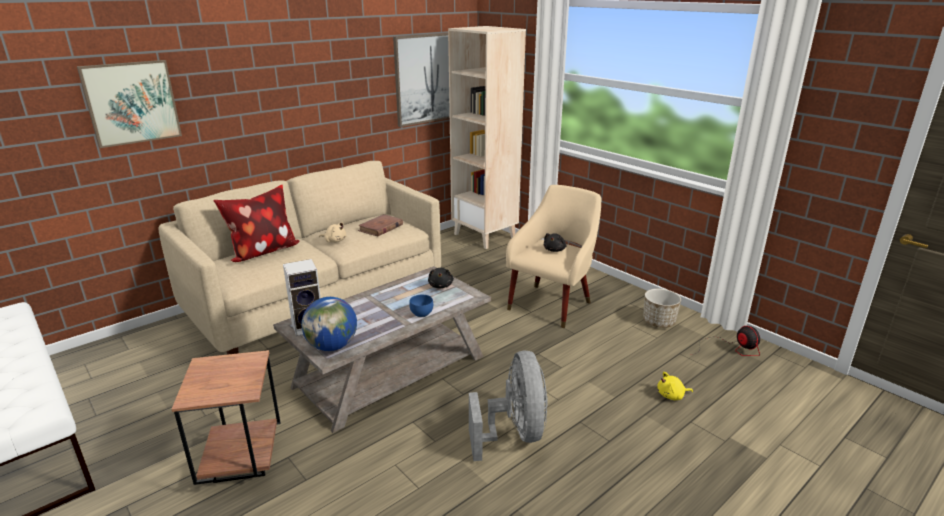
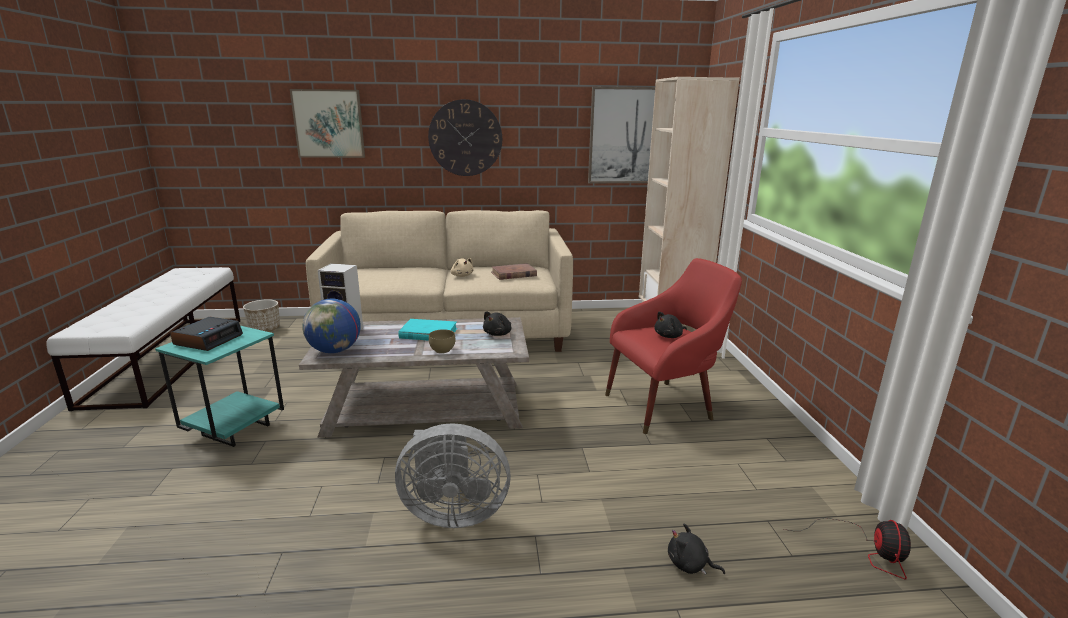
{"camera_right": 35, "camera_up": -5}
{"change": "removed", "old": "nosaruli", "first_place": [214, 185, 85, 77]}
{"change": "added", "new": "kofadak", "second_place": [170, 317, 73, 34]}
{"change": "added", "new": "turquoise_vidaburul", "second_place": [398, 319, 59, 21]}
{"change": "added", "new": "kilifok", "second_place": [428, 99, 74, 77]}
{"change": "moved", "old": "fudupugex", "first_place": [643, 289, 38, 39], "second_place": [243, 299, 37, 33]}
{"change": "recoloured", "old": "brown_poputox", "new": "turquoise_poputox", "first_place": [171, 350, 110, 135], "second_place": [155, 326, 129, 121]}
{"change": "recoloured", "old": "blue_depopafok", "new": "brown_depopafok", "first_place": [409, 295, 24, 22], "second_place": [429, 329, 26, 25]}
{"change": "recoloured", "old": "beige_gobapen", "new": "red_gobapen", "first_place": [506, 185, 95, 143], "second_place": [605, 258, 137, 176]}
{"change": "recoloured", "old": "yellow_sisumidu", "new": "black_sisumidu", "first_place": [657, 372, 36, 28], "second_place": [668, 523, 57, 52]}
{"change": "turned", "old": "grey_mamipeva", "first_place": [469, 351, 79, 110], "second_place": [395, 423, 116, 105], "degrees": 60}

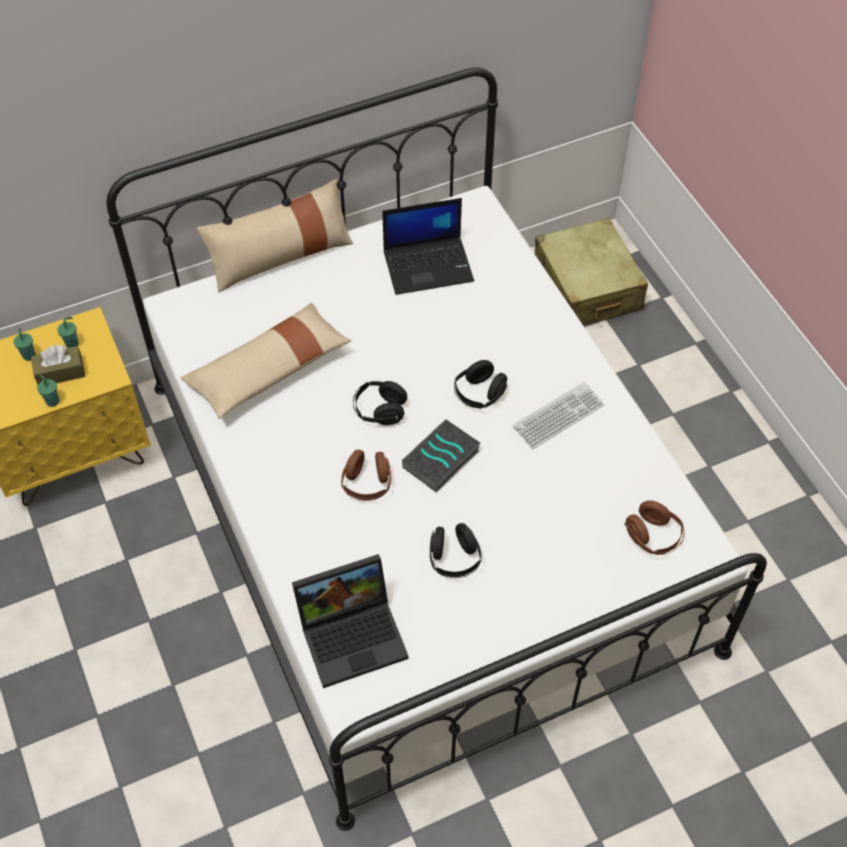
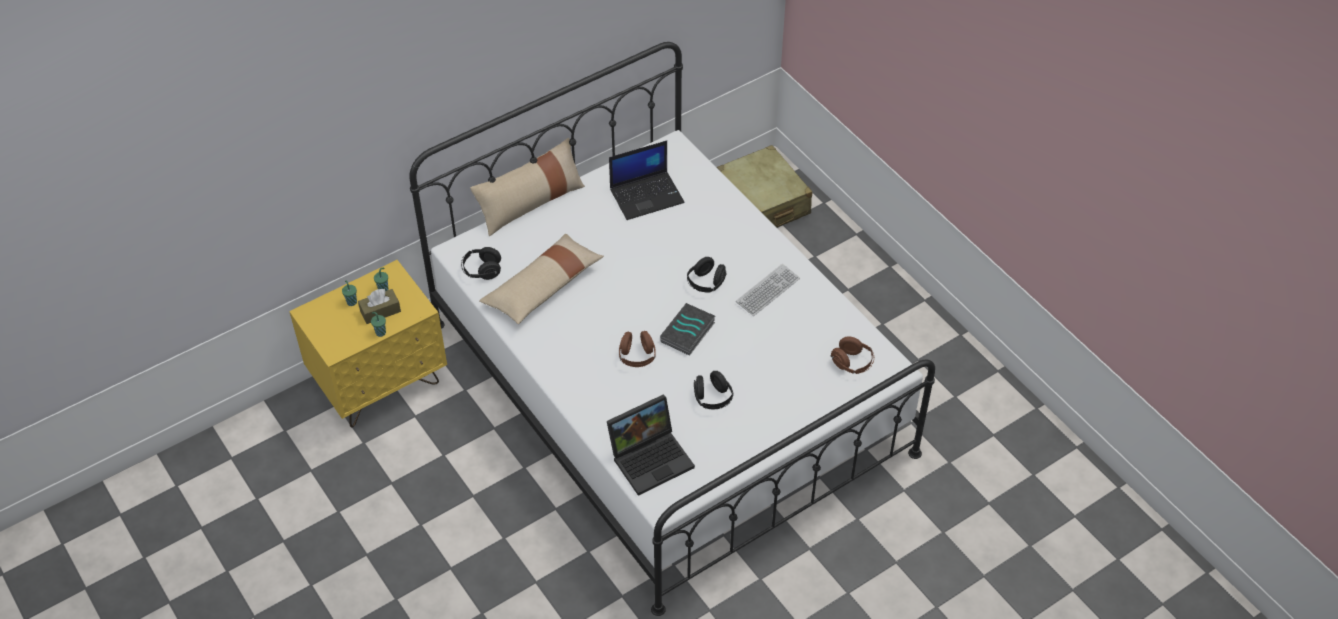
{"camera_right": -10, "camera_up": -5}
{"change": "moved", "old": "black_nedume", "first_place": [353, 381, 54, 44], "second_place": [461, 247, 40, 33]}

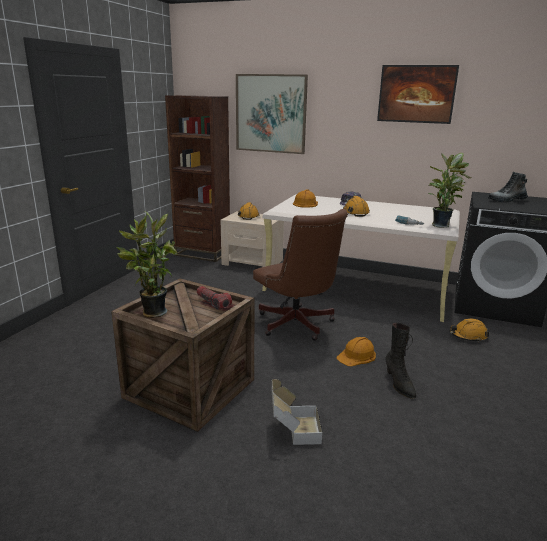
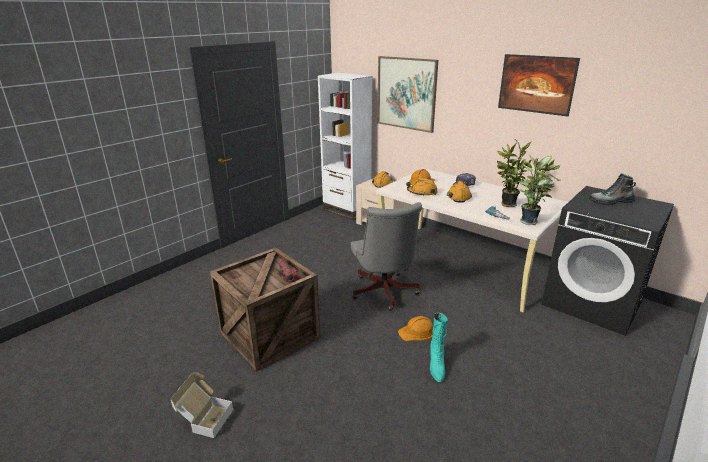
{"camera_right": 20, "camera_up": 5}
{"change": "moved", "old": "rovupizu", "first_place": [116, 212, 61, 106], "second_place": [497, 140, 35, 67]}
{"change": "moved", "old": "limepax", "first_place": [272, 379, 50, 66], "second_place": [171, 372, 62, 66]}
{"change": "moved", "old": "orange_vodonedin", "first_place": [449, 318, 40, 24], "second_place": [406, 178, 32, 18]}
{"change": "recoloured", "old": "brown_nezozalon", "new": "white_nezozalon", "first_place": [165, 95, 65, 167], "second_place": [318, 72, 54, 148]}
{"change": "recoloured", "old": "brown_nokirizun", "new": "grey_nokirizun", "first_place": [253, 209, 95, 132], "second_place": [351, 202, 71, 109]}
{"change": "recoloured", "old": "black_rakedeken", "new": "turquoise_rakedeken", "first_place": [386, 322, 30, 77], "second_place": [430, 313, 17, 69]}

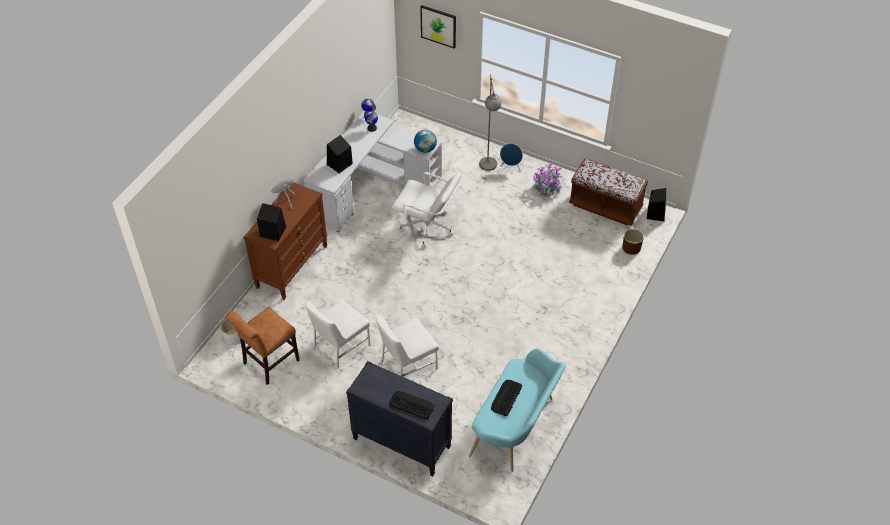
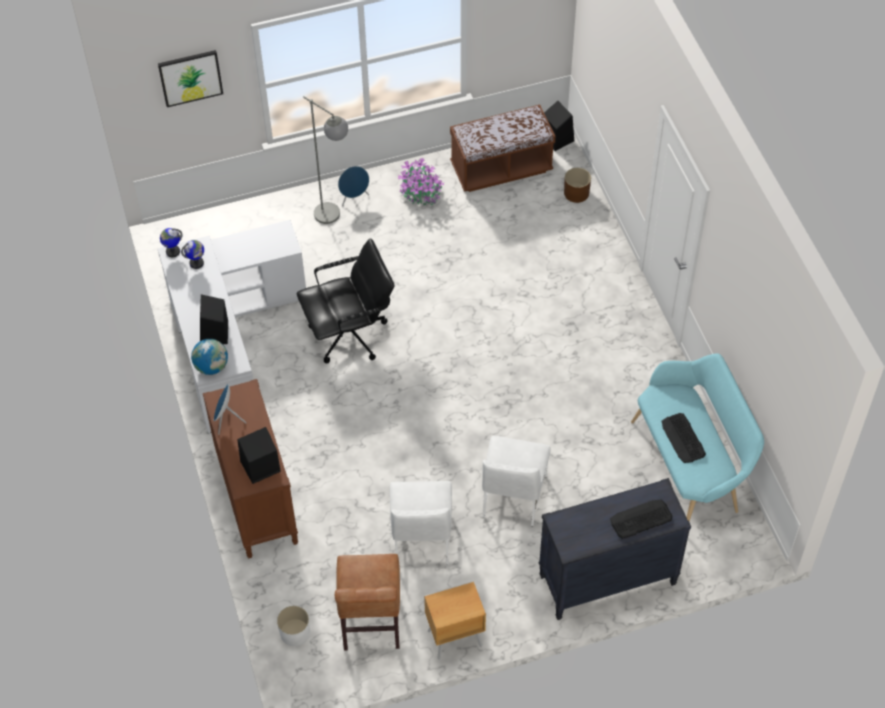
{"camera_right": -45, "camera_up": 5}
{"change": "added", "new": "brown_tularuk", "second_place": [424, 581, 62, 79]}
{"change": "moved", "old": "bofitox", "first_place": [414, 130, 23, 23], "second_place": [191, 339, 37, 36]}
{"change": "recoloured", "old": "white_nokirizun", "new": "black_nokirizun", "first_place": [392, 172, 69, 75], "second_place": [297, 238, 98, 125]}

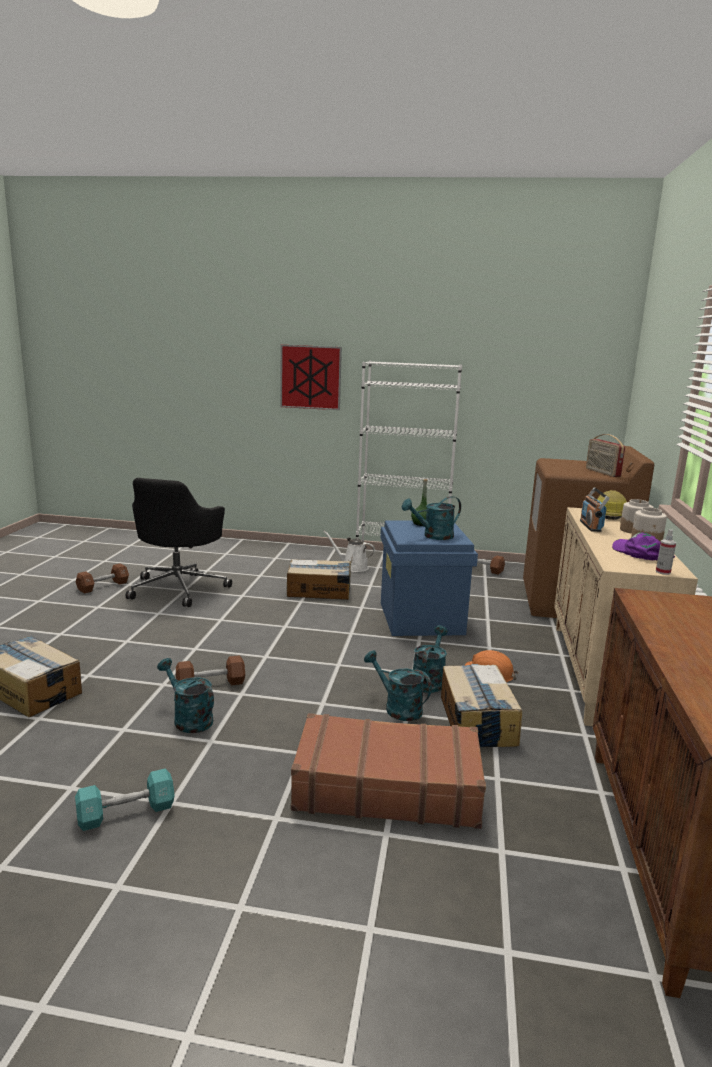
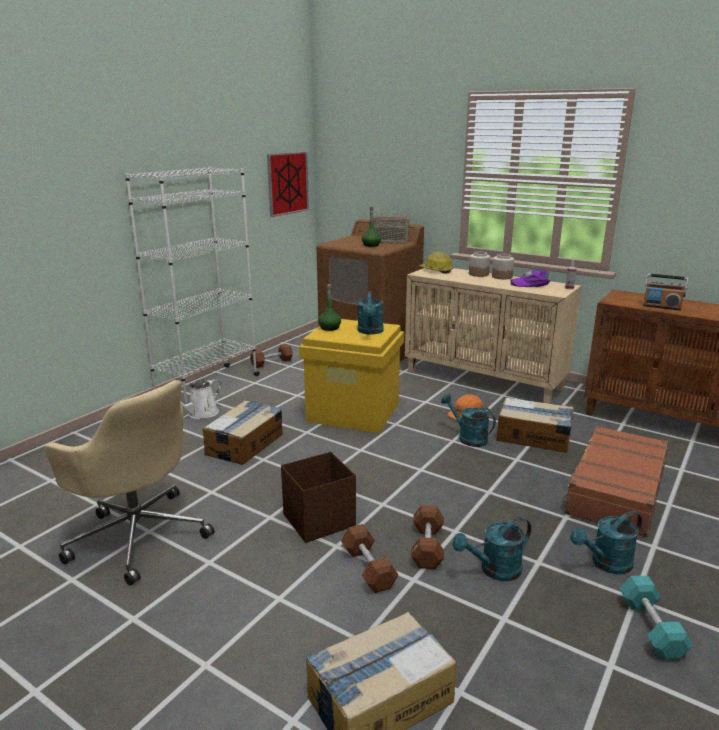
{"camera_right": -65, "camera_up": 5}
{"change": "added", "new": "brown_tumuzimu", "second_place": [281, 452, 75, 91]}
{"change": "added", "new": "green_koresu", "second_place": [362, 207, 19, 40]}
{"change": "moved", "old": "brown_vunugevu", "first_place": [76, 563, 53, 31], "second_place": [341, 524, 57, 69]}
{"change": "moved", "old": "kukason", "first_place": [280, 345, 62, 65], "second_place": [267, 152, 42, 65]}
{"change": "moved", "old": "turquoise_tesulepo", "first_place": [364, 650, 68, 71], "second_place": [570, 511, 72, 63]}
{"change": "moved", "old": "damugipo", "first_place": [580, 487, 30, 45], "second_place": [643, 274, 46, 36]}
{"change": "recoloured", "old": "black_nokirizun", "new": "beige_nokirizun", "first_place": [126, 478, 106, 129], "second_place": [44, 380, 170, 206]}
{"change": "recoloured", "old": "blue_tumuzimu", "new": "yellow_tumuzimu", "first_place": [380, 520, 98, 116], "second_place": [299, 319, 105, 114]}

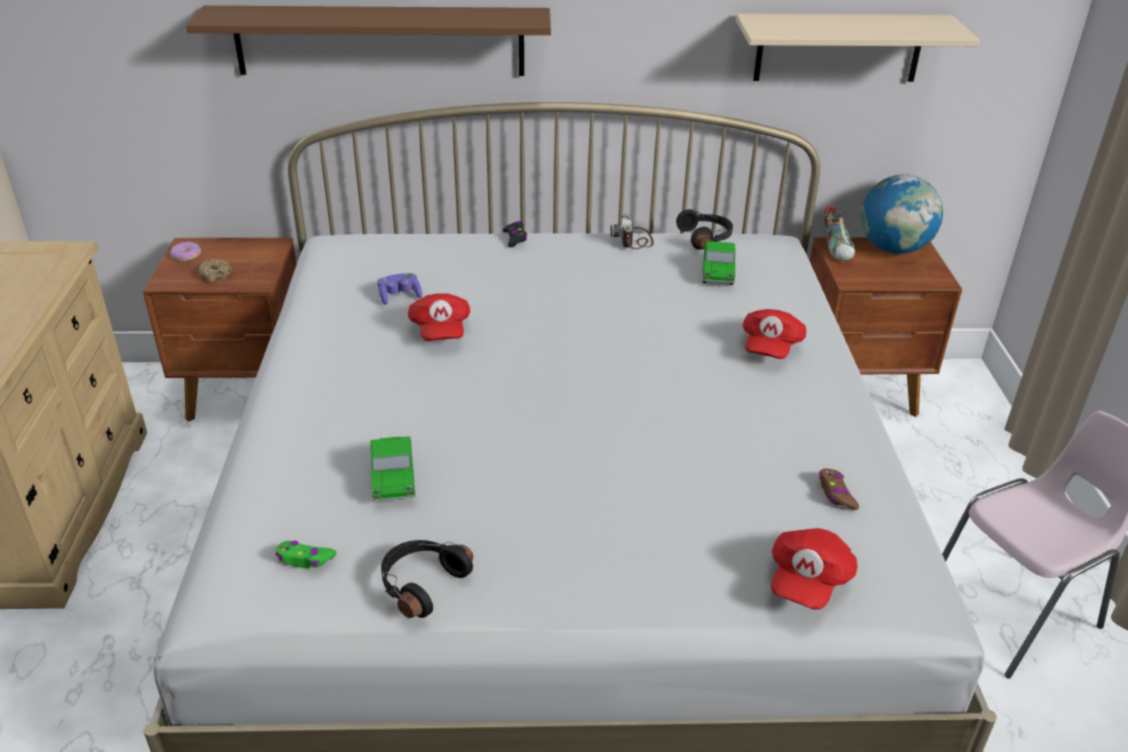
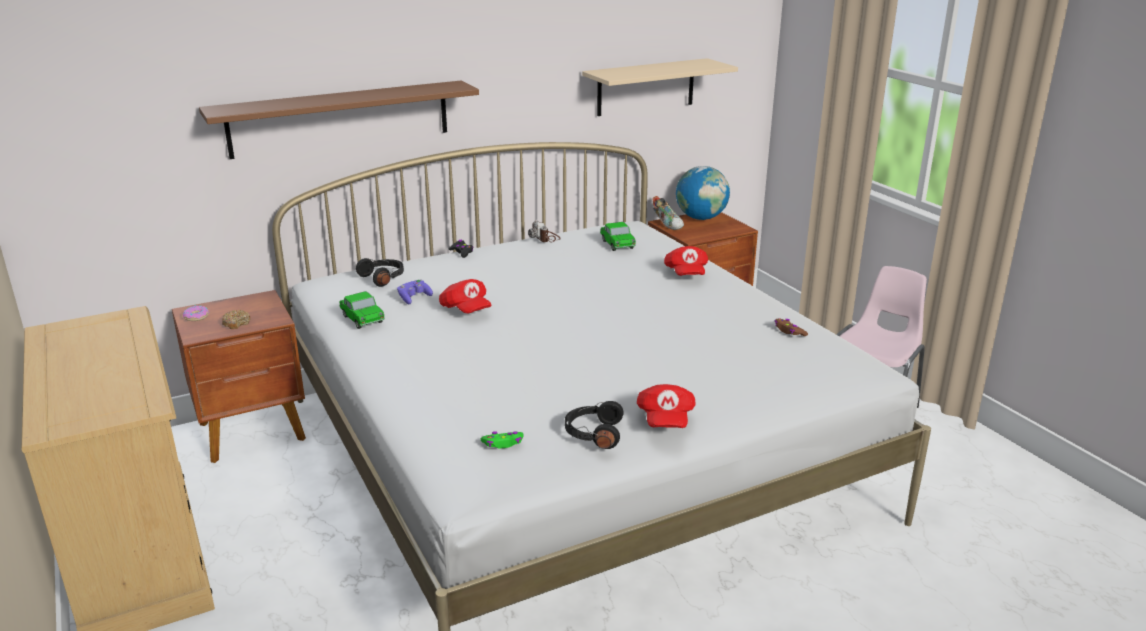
{"camera_right": -25, "camera_up": -10}
{"change": "moved", "old": "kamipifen", "first_place": [370, 436, 45, 65], "second_place": [340, 291, 45, 38]}
{"change": "moved", "old": "black_nedume", "first_place": [676, 209, 57, 41], "second_place": [356, 258, 48, 29]}
{"change": "moved", "old": "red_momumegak", "first_place": [771, 528, 87, 82], "second_place": [637, 384, 59, 44]}

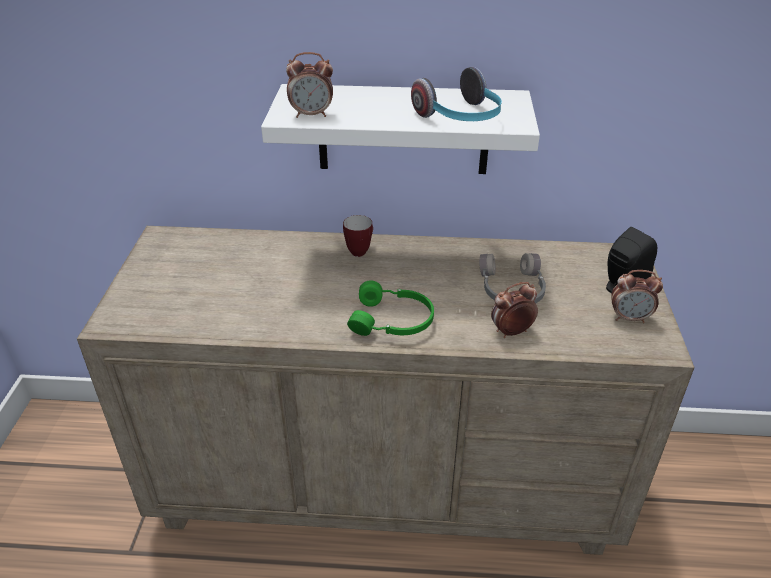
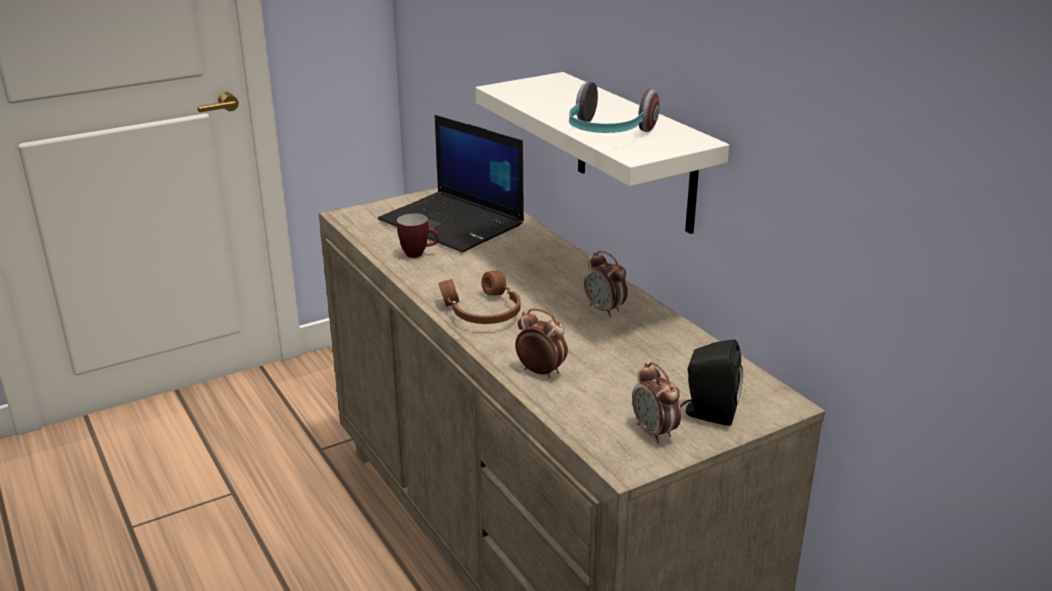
{"camera_right": 55, "camera_up": -10}
{"change": "removed", "old": "grey_nedume", "first_place": [479, 253, 67, 50]}
{"change": "added", "new": "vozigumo", "second_place": [378, 115, 146, 137]}
{"change": "moved", "old": "kofadak", "first_place": [286, 52, 47, 66], "second_place": [584, 250, 44, 67]}
{"change": "moved", "old": "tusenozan", "first_place": [343, 215, 30, 42], "second_place": [397, 213, 42, 45]}
{"change": "recoloured", "old": "green_nedume", "new": "brown_nedume", "first_place": [347, 280, 87, 56], "second_place": [439, 270, 82, 54]}

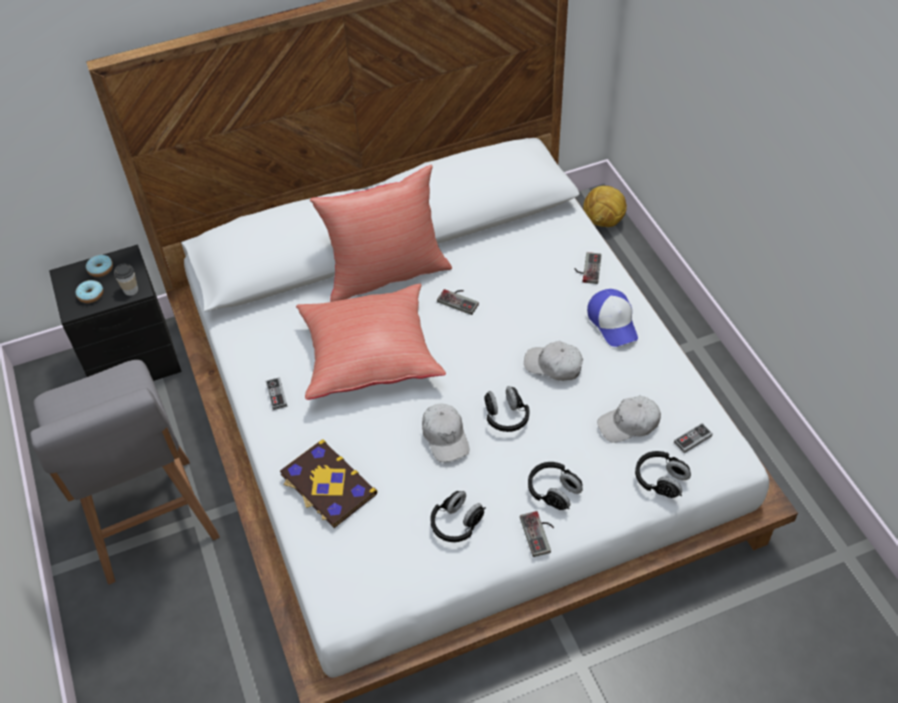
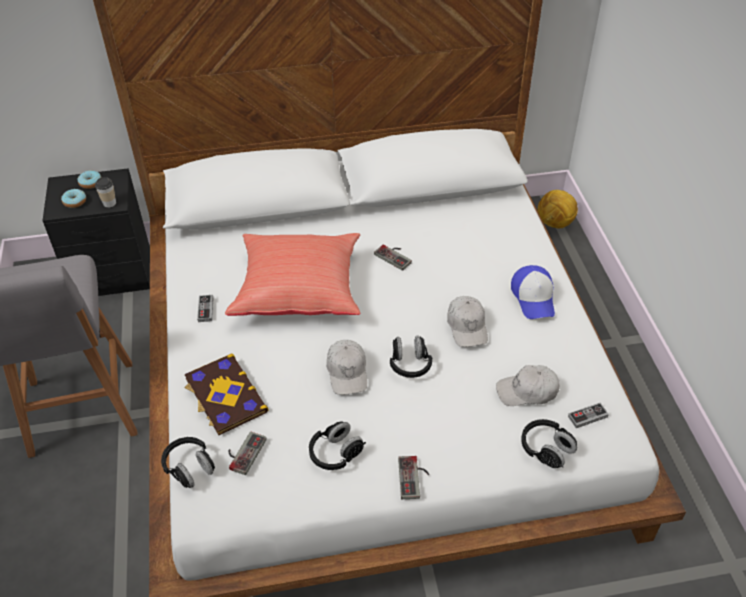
{"camera_right": 10, "camera_up": -5}
{"change": "removed", "old": "red_nosaruli", "first_place": [310, 165, 142, 137]}
{"change": "moved", "old": "black_nedume", "first_place": [528, 462, 55, 48], "second_place": [161, 437, 54, 51]}
{"change": "moved", "old": "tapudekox", "first_place": [575, 252, 27, 32], "second_place": [229, 431, 38, 44]}
{"change": "turned", "old": "white_momumegak", "first_place": [524, 341, 59, 40], "second_place": [447, 296, 41, 51], "degrees": -135}

